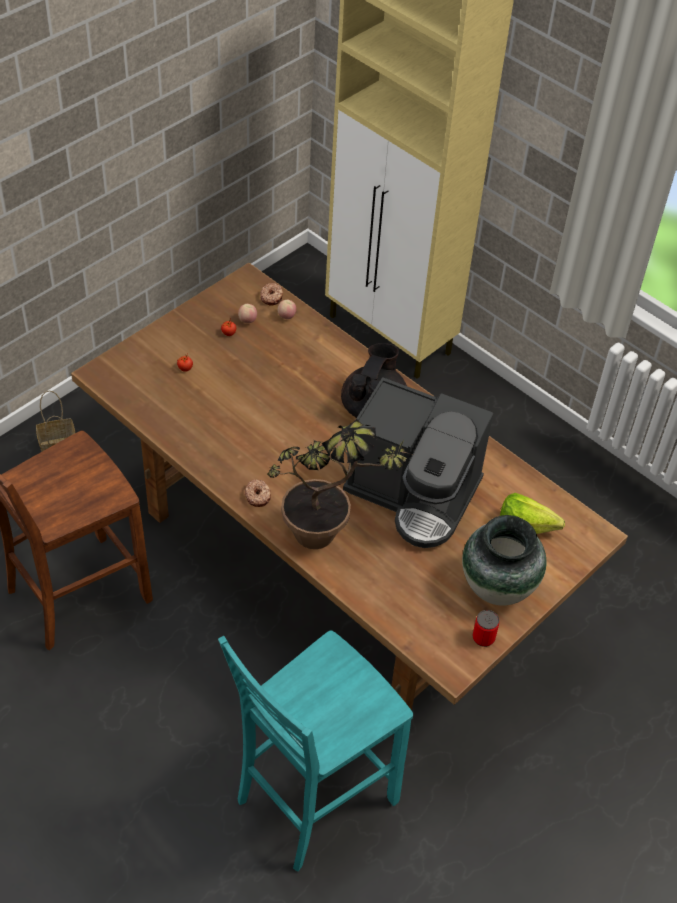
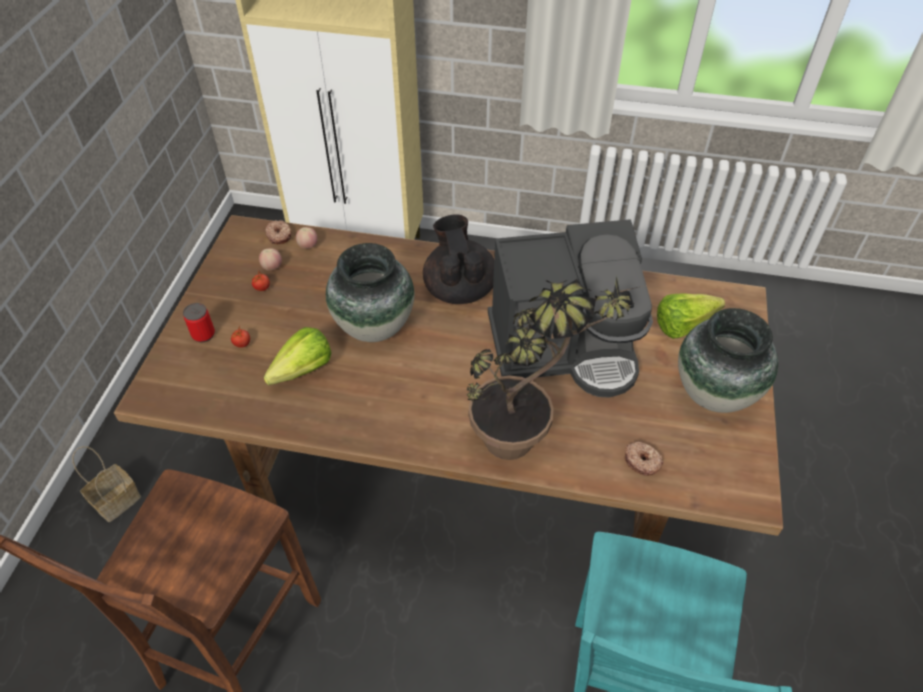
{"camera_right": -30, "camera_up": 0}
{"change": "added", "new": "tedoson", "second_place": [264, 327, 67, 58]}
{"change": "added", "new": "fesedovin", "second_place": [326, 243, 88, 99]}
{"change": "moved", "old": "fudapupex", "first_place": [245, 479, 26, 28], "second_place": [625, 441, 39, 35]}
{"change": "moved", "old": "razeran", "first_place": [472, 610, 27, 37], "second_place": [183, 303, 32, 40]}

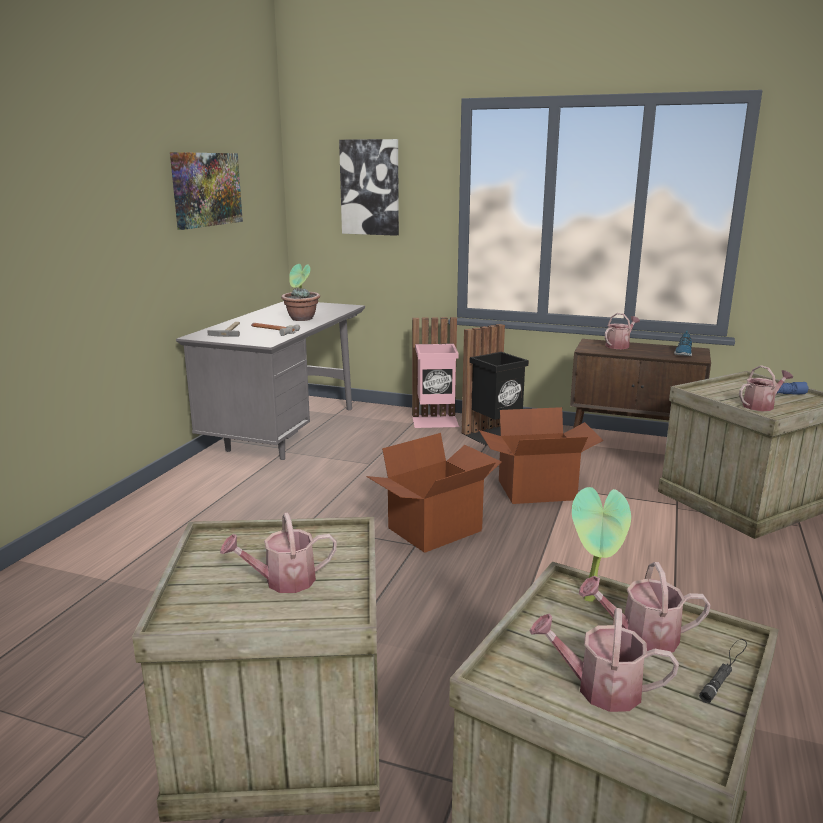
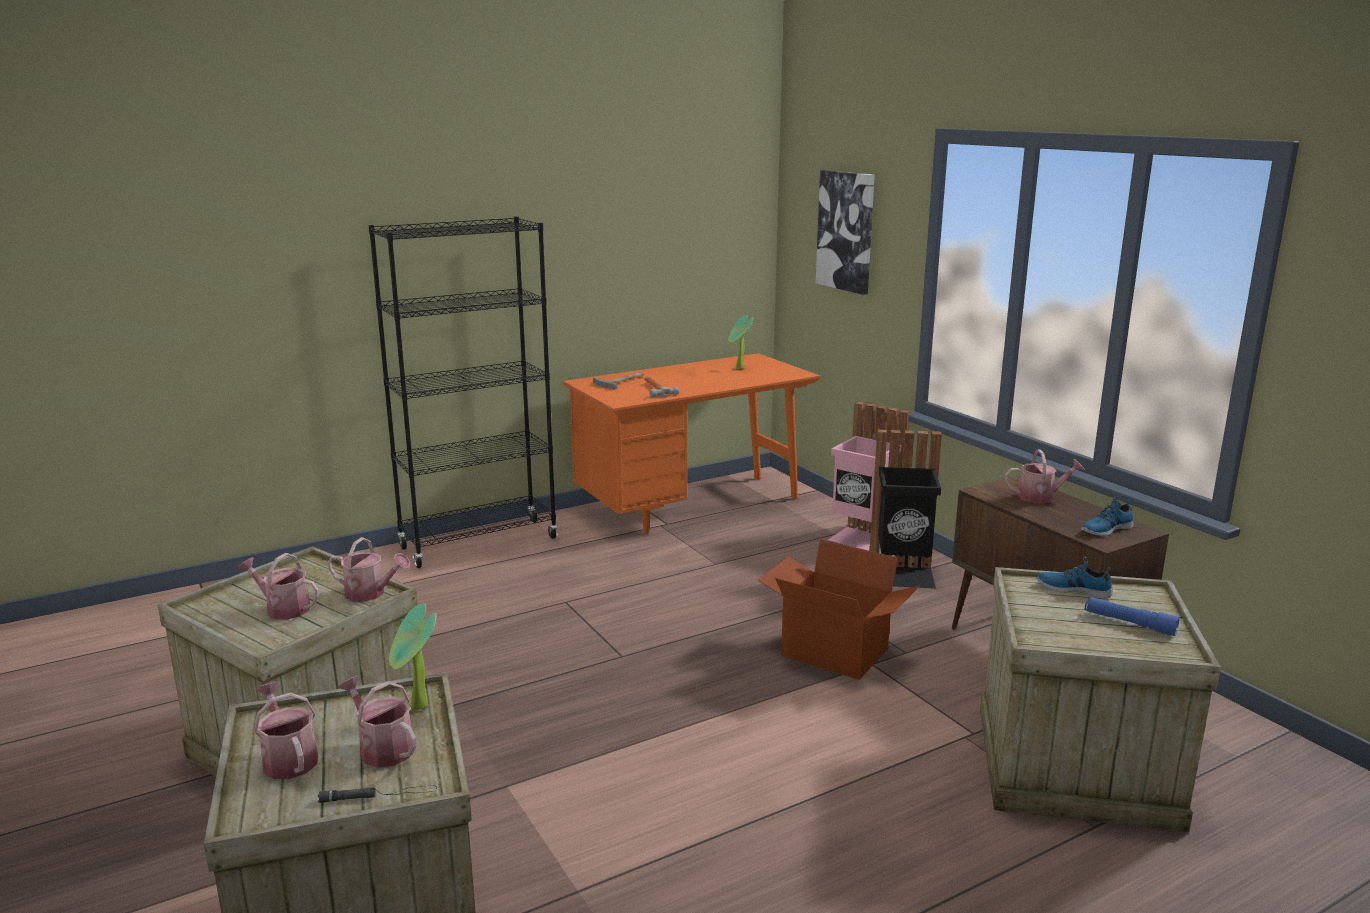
{"camera_right": 40, "camera_up": 0}
{"change": "removed", "old": "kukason", "first_place": [170, 152, 73, 78]}
{"change": "removed", "old": "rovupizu", "first_place": [281, 288, 39, 33]}
{"change": "removed", "old": "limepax", "first_place": [366, 433, 135, 120]}
{"change": "added", "new": "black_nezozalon", "second_place": [369, 216, 189, 352]}
{"change": "added", "new": "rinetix", "second_place": [1037, 557, 76, 42]}
{"change": "moved", "old": "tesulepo", "first_place": [739, 365, 54, 46], "second_place": [327, 537, 84, 65]}
{"change": "recoloured", "old": "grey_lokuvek", "new": "orange_lokuvek", "first_place": [176, 301, 189, 159], "second_place": [562, 353, 258, 181]}

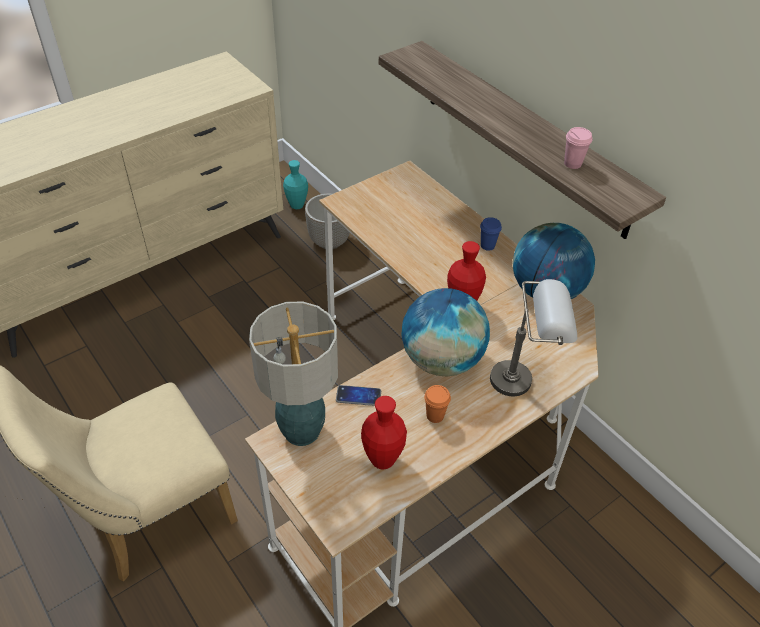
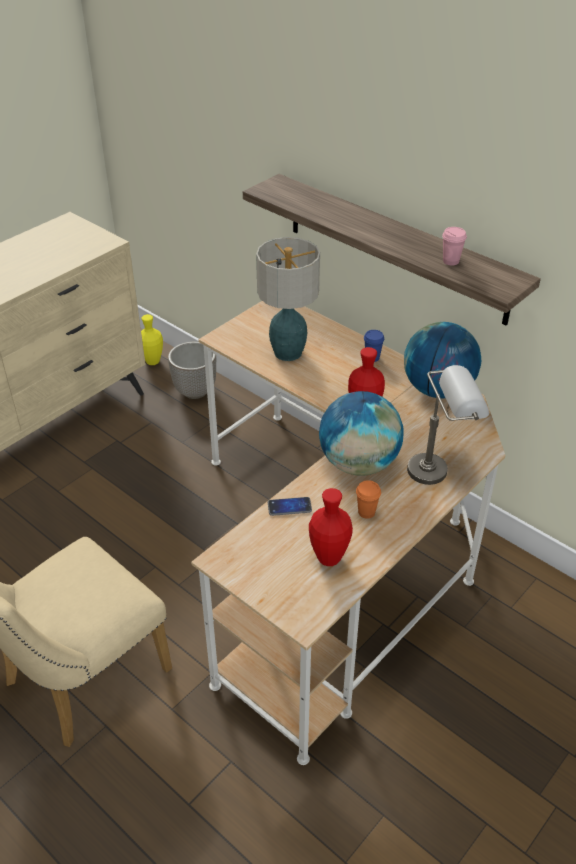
{"camera_right": -10, "camera_up": -5}
{"change": "moved", "old": "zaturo", "first_place": [249, 302, 89, 144], "second_place": [256, 237, 64, 124]}
{"change": "recoloured", "old": "turquoise_fesedovin", "new": "yellow_fesedovin", "first_place": [283, 160, 25, 49], "second_place": [141, 314, 22, 51]}

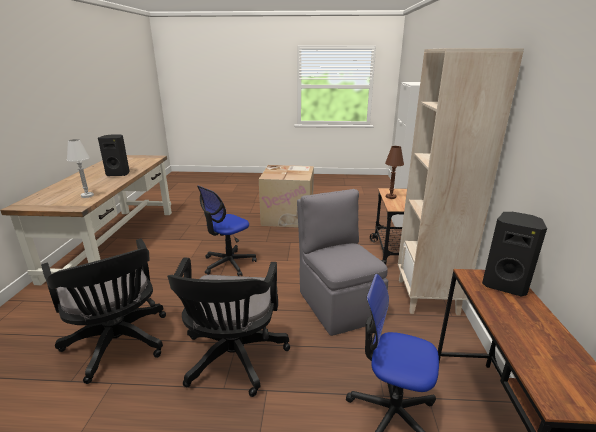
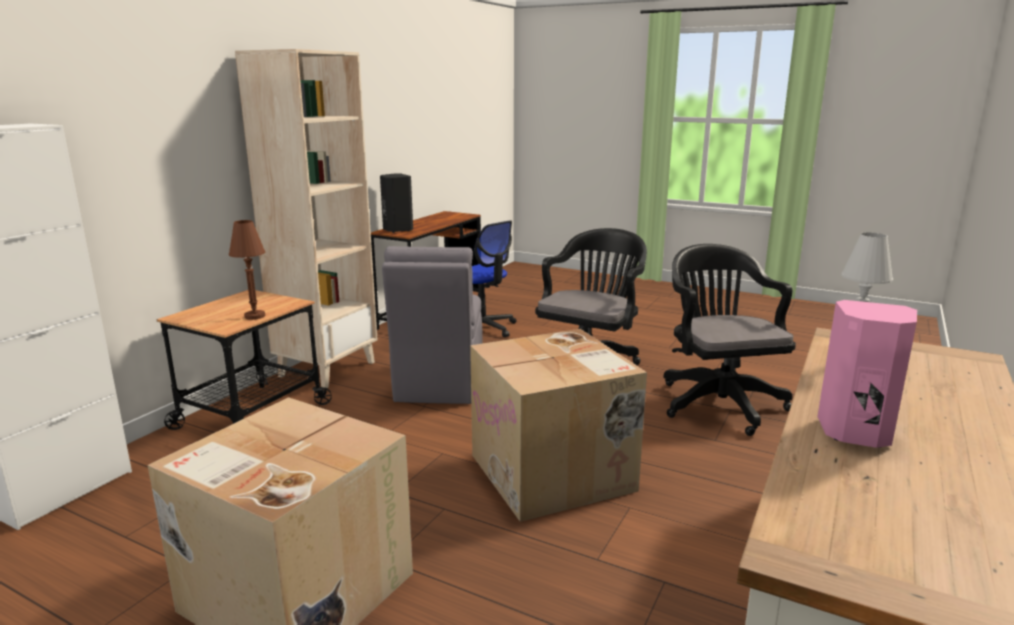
{"camera_right": -155, "camera_up": -5}
{"change": "replaced", "old": "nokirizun", "new": "limepax", "first_place": [197, 186, 60, 90], "second_place": [470, 329, 177, 193]}
{"change": "recoloured", "old": "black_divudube", "new": "pink_divudube", "first_place": [98, 135, 32, 41], "second_place": [817, 300, 100, 148]}

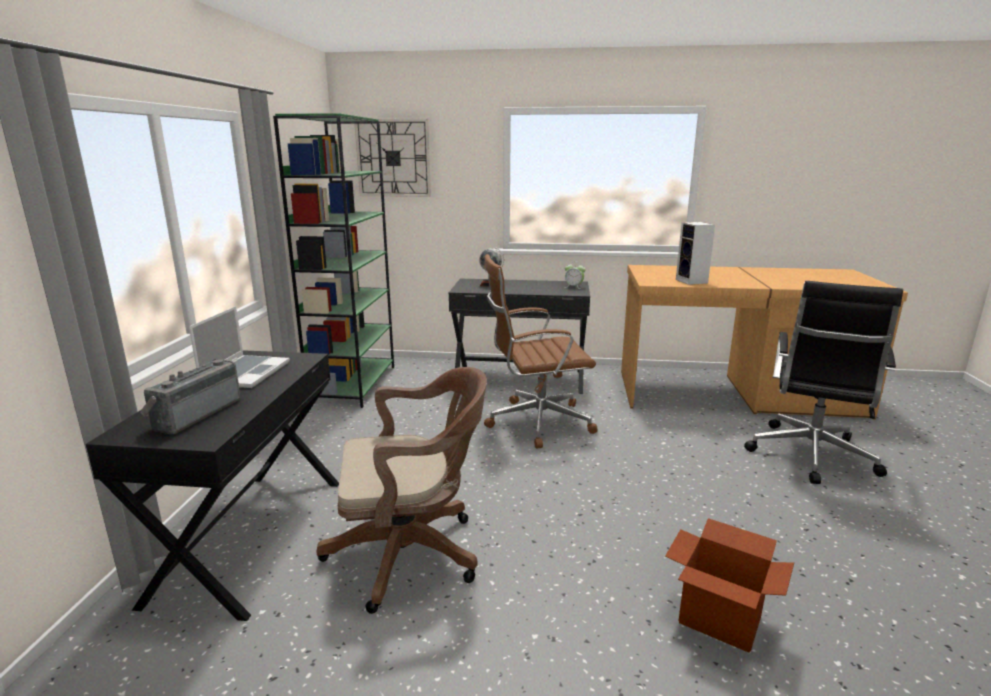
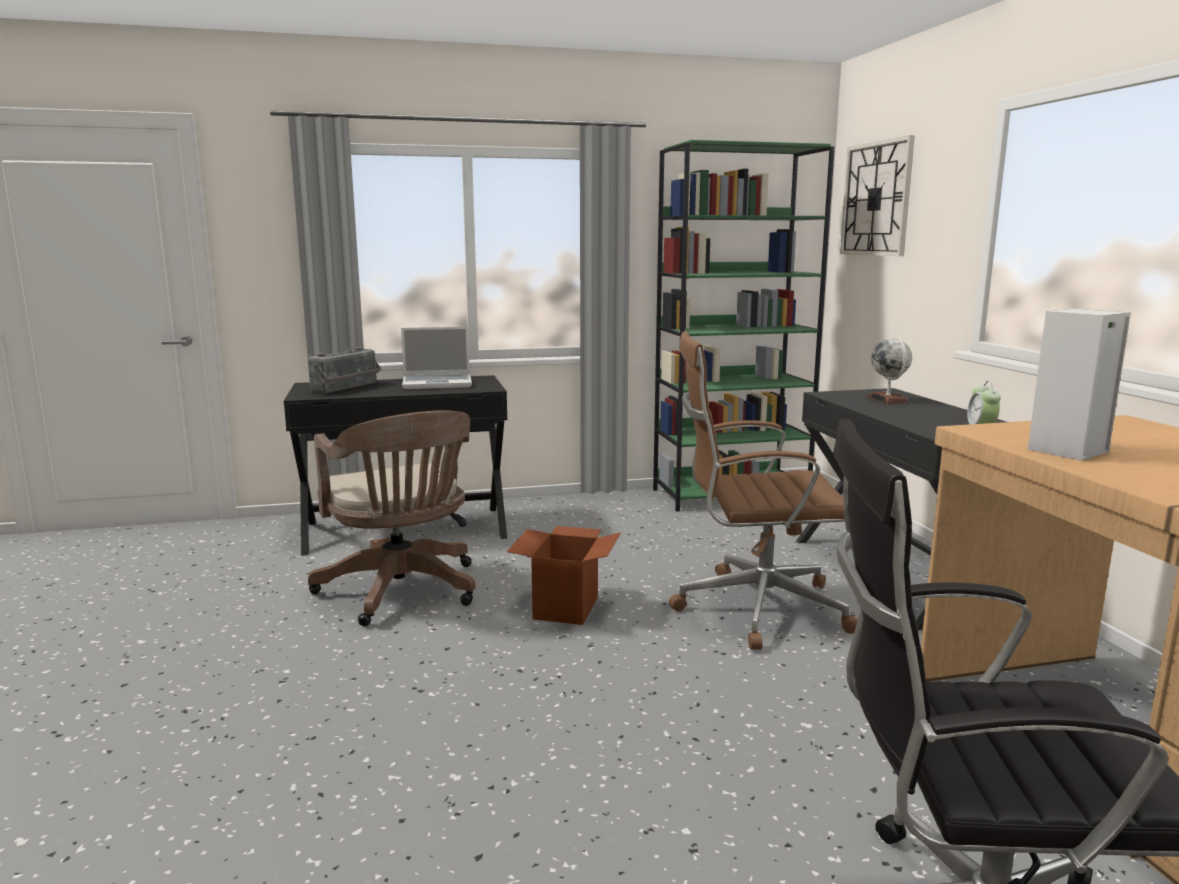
{"camera_right": 70, "camera_up": -5}
{"change": "moved", "old": "limepax", "first_place": [665, 518, 129, 135], "second_place": [507, 526, 114, 99]}
{"change": "turned", "old": "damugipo", "first_place": [140, 359, 101, 75], "second_place": [308, 347, 74, 47], "degrees": 120}
{"change": "turned", "old": "brown_nokirizun", "first_place": [484, 254, 113, 195], "second_place": [669, 331, 189, 319], "degrees": -60}

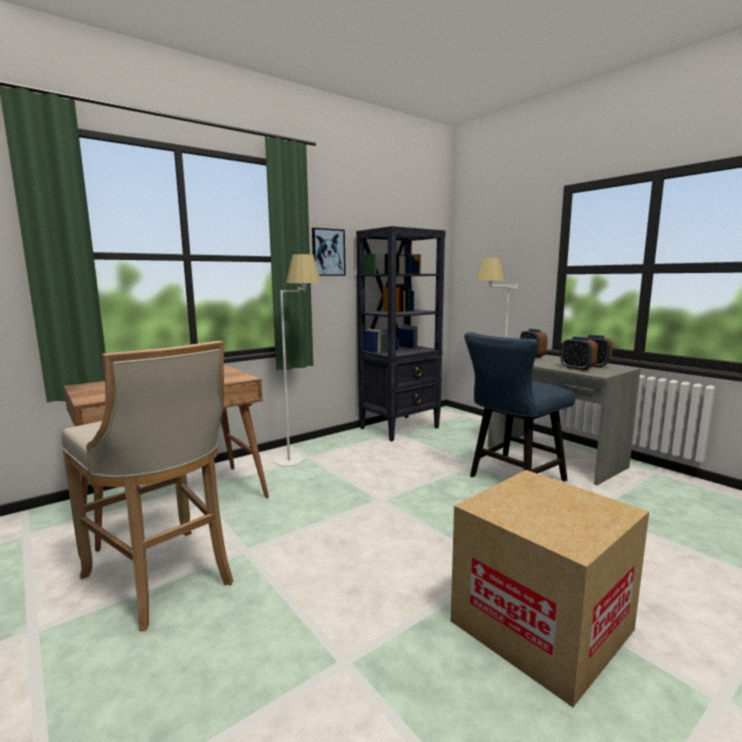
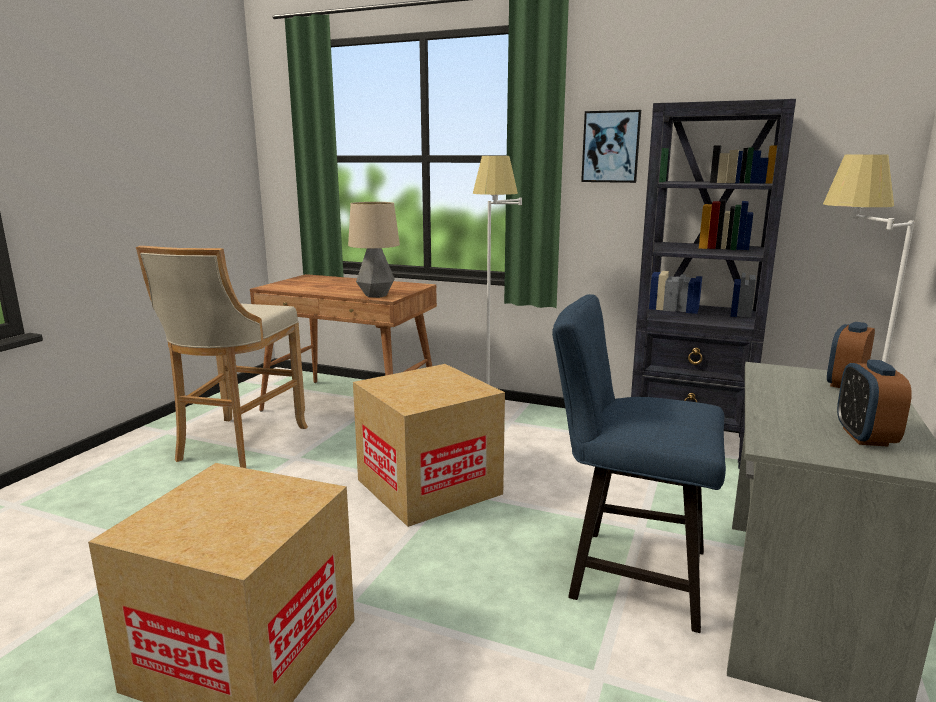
{"camera_right": 60, "camera_up": 5}
{"change": "removed", "old": "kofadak", "first_place": [561, 336, 37, 35]}
{"change": "added", "new": "zaturo", "second_place": [348, 202, 52, 96]}
{"change": "added", "new": "limepax", "second_place": [353, 364, 152, 163]}

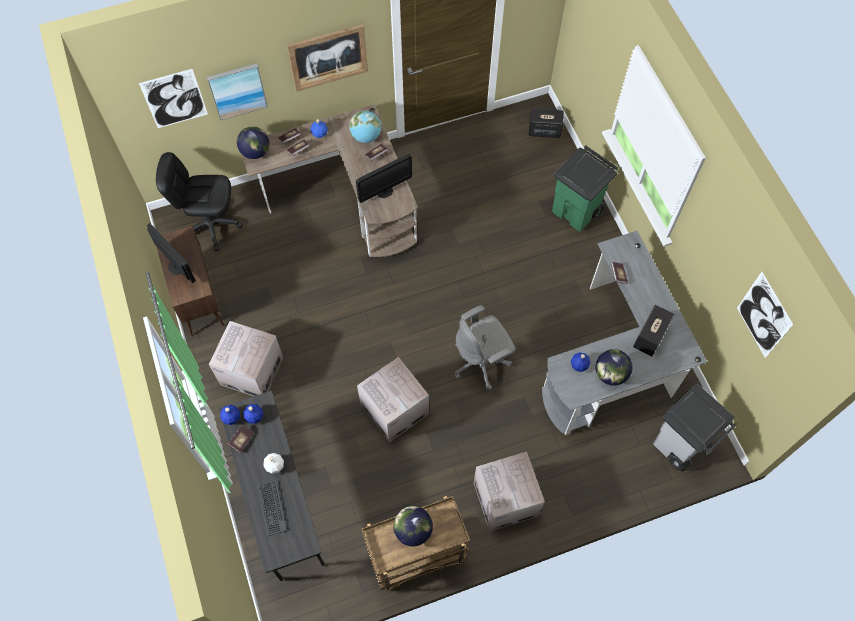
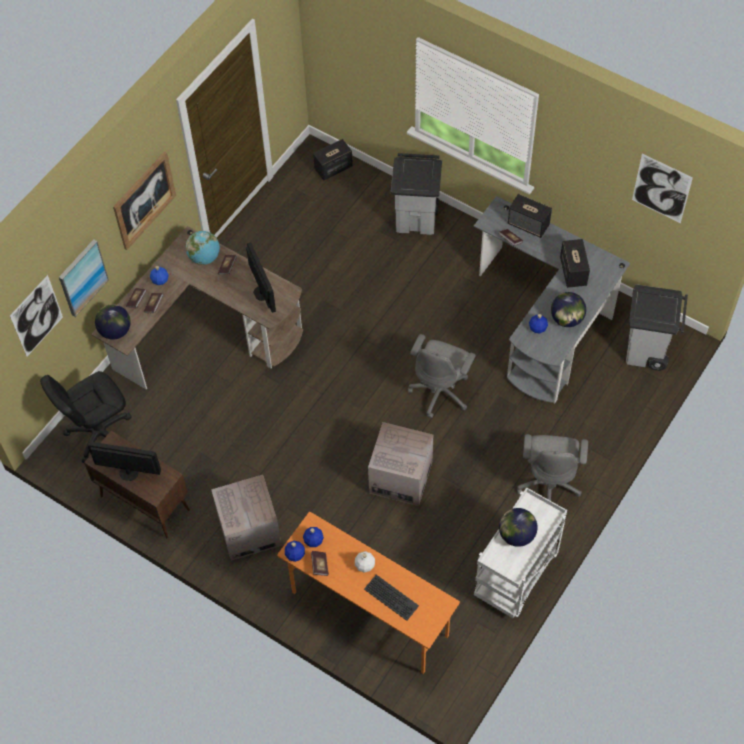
{"camera_right": -35, "camera_up": -5}
{"change": "added", "new": "divudube", "second_place": [508, 194, 44, 44]}
{"change": "replaced", "old": "limepax", "new": "grey_nokirizun", "first_place": [474, 452, 71, 79], "second_place": [517, 434, 71, 67]}
{"change": "recoloured", "old": "grey_lokuvek", "new": "orange_lokuvek", "first_place": [219, 391, 106, 190], "second_place": [277, 512, 183, 162]}
{"change": "recoloured", "old": "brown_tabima", "new": "white_tabima", "first_place": [362, 496, 108, 95], "second_place": [474, 487, 93, 131]}
{"change": "recoloured", "old": "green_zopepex", "new": "grey_zopepex", "first_place": [552, 146, 66, 86], "second_place": [391, 153, 51, 82]}
{"change": "turned", "old": "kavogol", "first_place": [356, 154, 56, 49], "second_place": [246, 242, 30, 71], "degrees": -45}

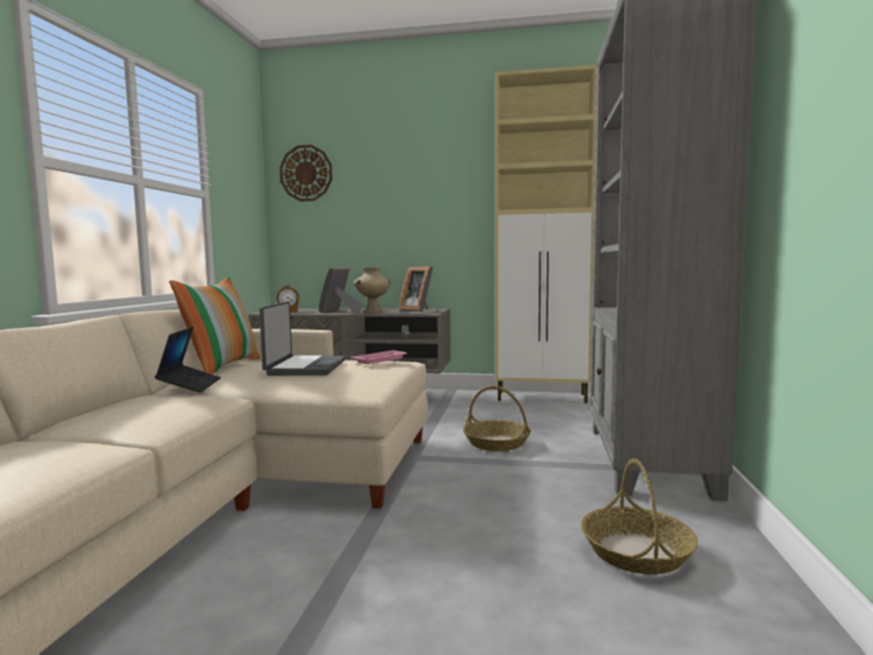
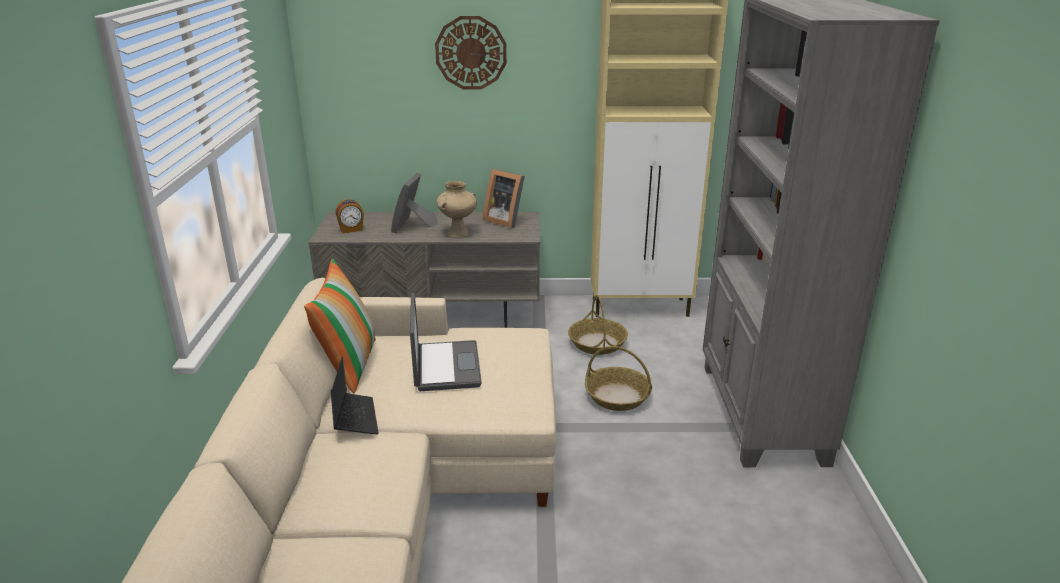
{"camera_right": -10, "camera_up": 20}
{"change": "removed", "old": "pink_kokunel", "first_place": [351, 350, 56, 14]}
{"change": "moved", "old": "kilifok", "first_place": [280, 145, 52, 56], "second_place": [435, 16, 72, 74]}
{"change": "moved", "old": "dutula", "first_place": [581, 459, 117, 116], "second_place": [568, 295, 60, 60]}

